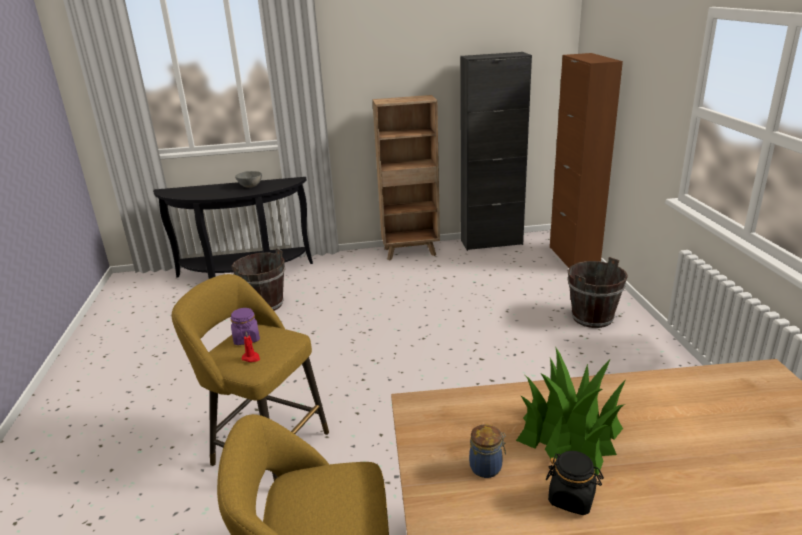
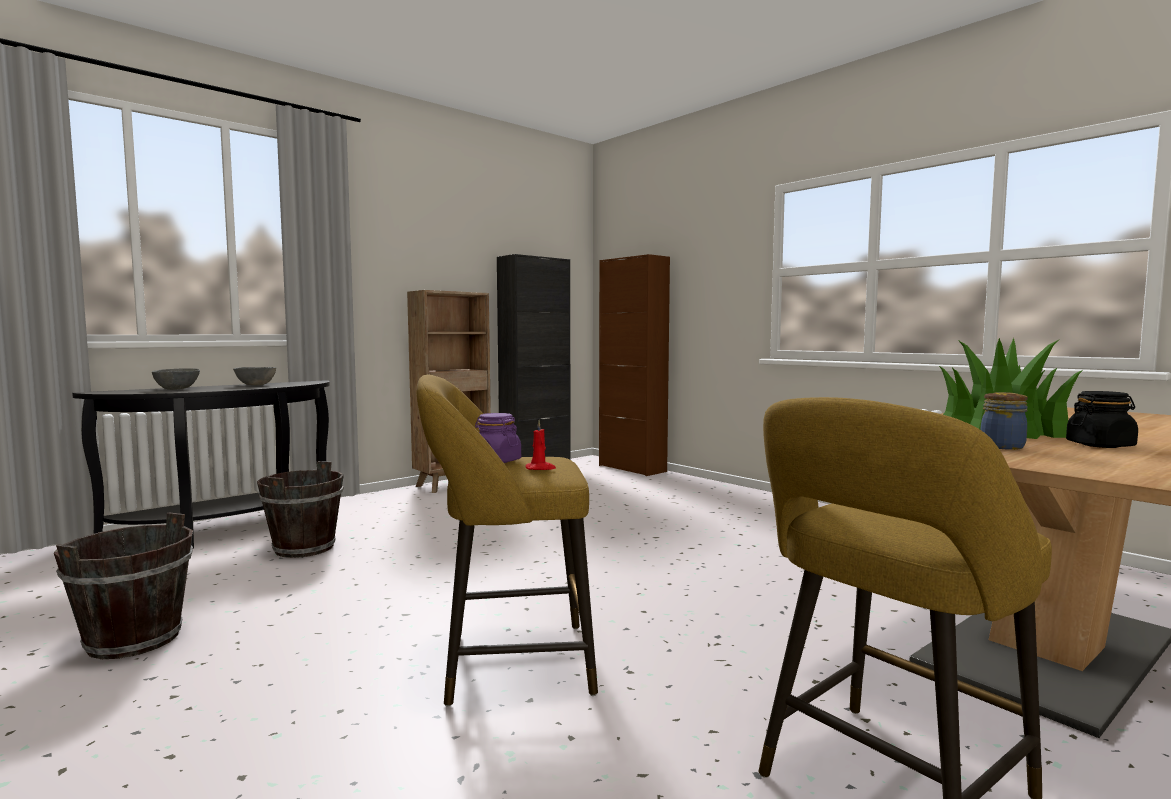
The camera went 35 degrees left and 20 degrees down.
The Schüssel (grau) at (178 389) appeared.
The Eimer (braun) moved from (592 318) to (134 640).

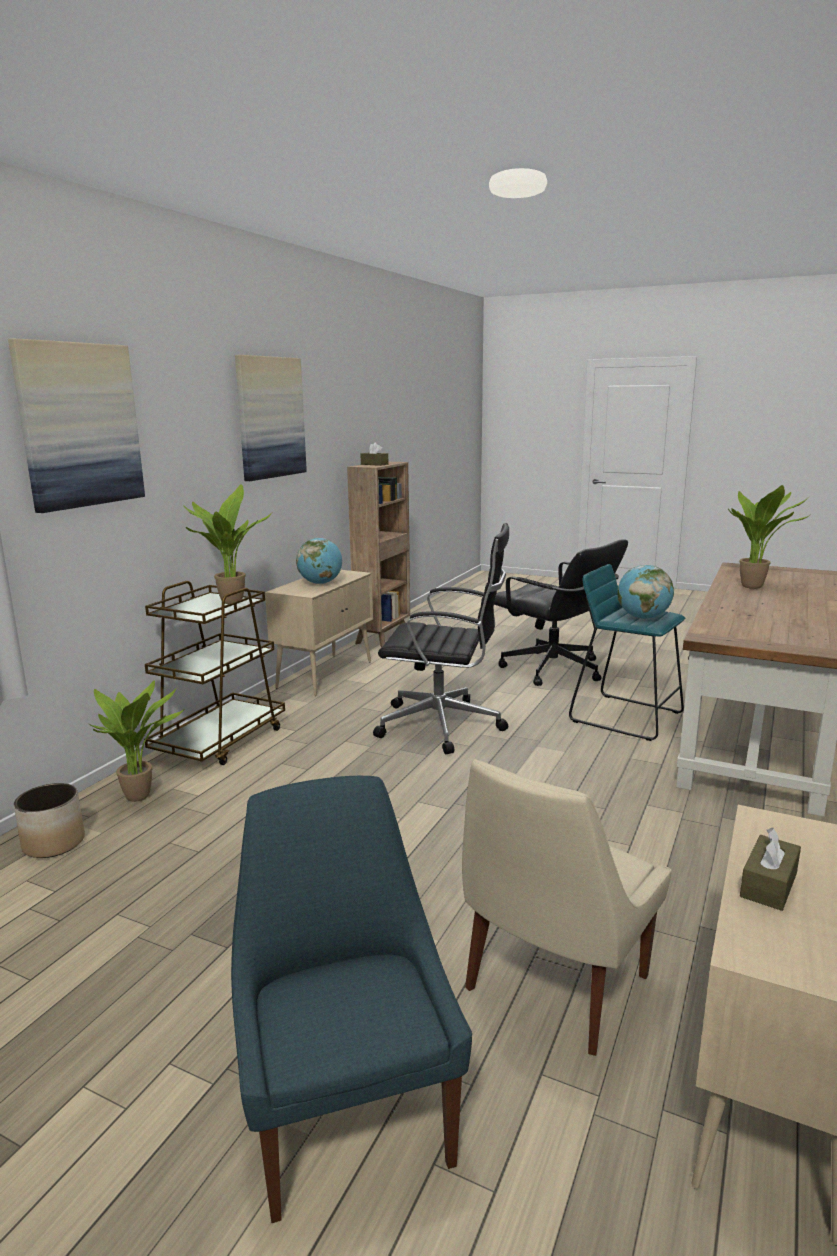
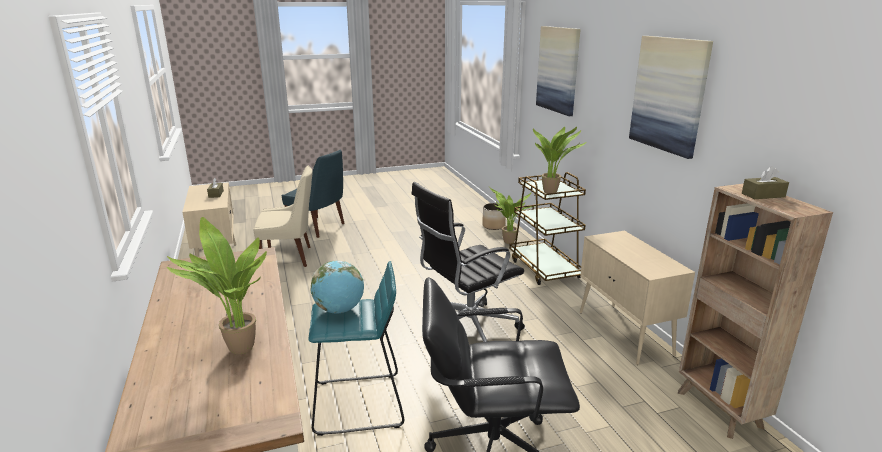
The camera went 135 degrees right and 5 degrees up.
The Globus at (320 583) disappeared.
The Stuhl (beige) at (553 986) turned 90 degrees clockwise.

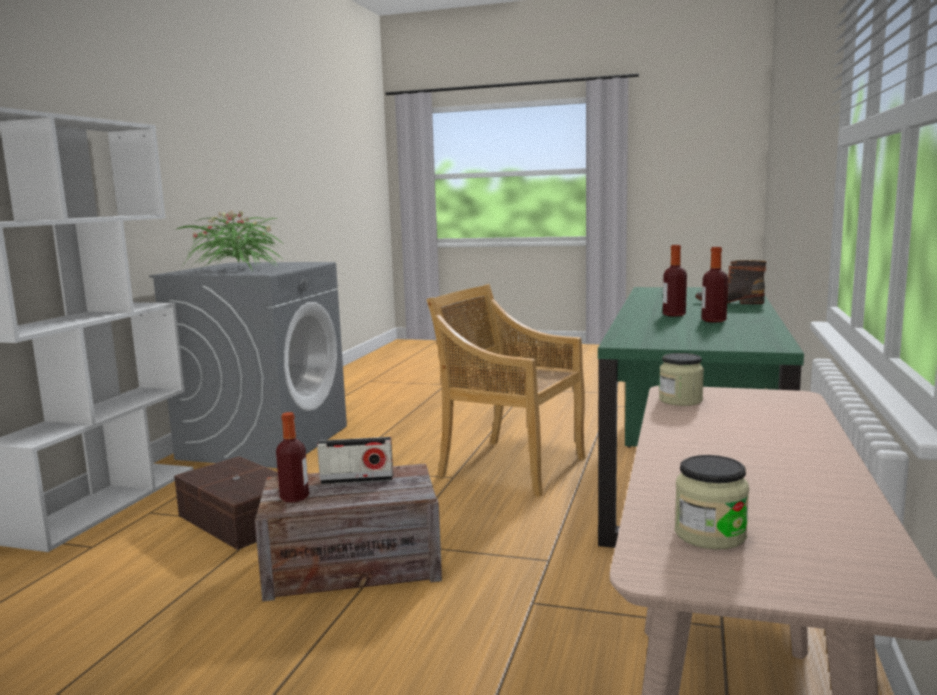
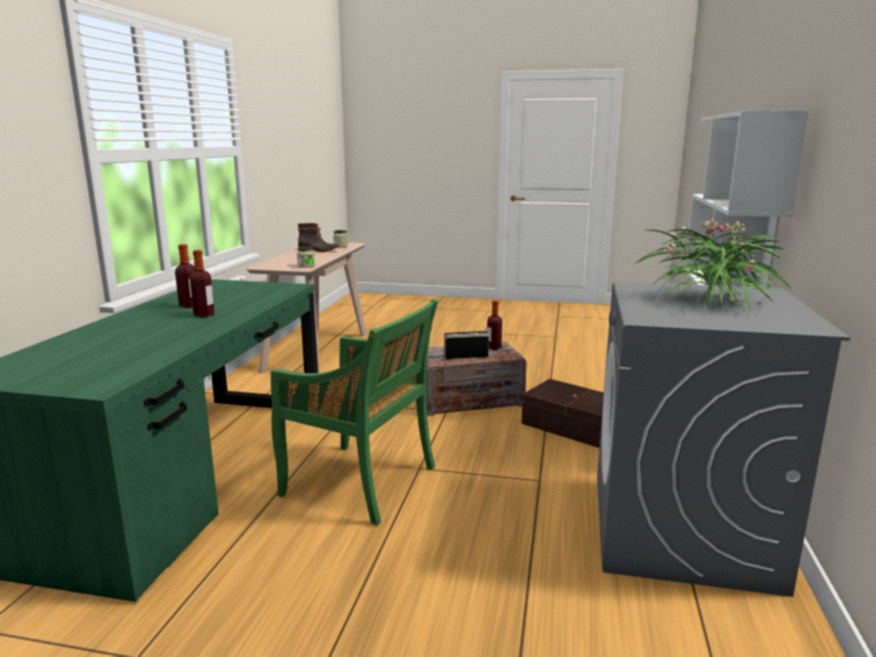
The camera went 175 degrees right and 5 degrees up.
The Stiefel moved from (729 302) to (318 250).
The Stuhl (beige) at (510 466) became the Stuhl (grün) at (361 482).

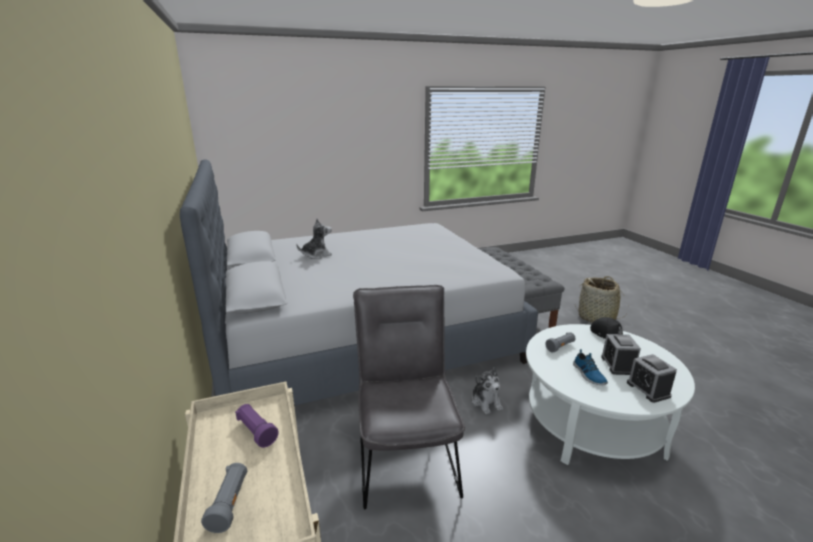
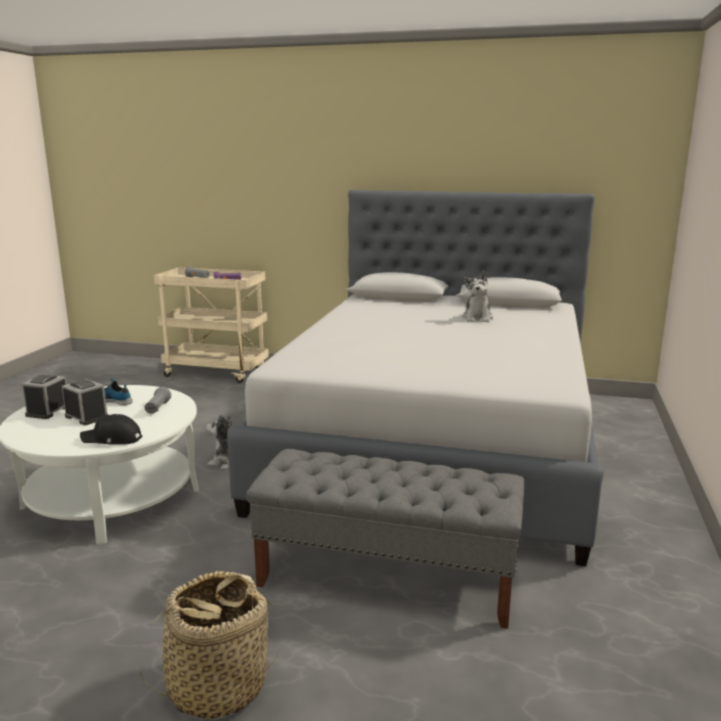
The camera went 125 degrees right and 5 degrees down.
The Stuhl (grau) at (406 454) disappeared.
The Wecker at (648 389) turned 90 degrees counterclockwise.

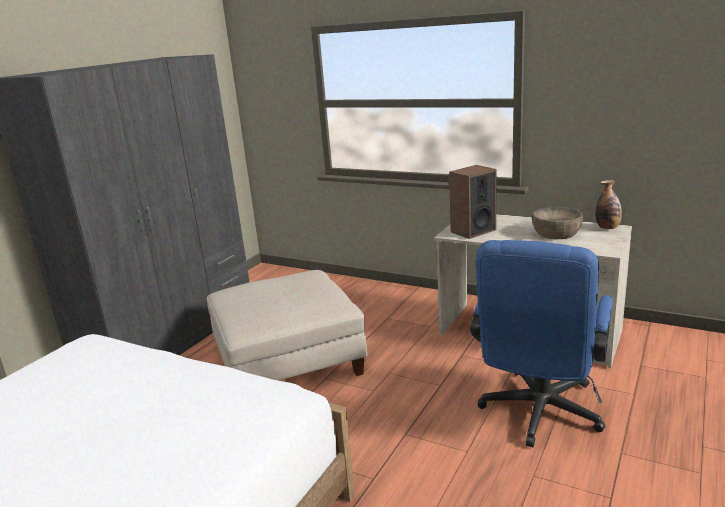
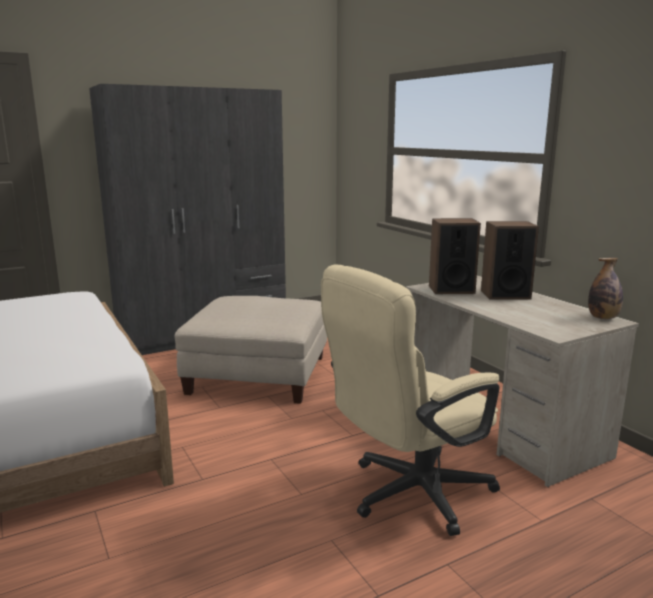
The camera went 30 degrees right and 5 degrees down.
The Schüssel (braun) at (556 233) disappeared.
The Lautsprecher at (505 294) appeared.
The Bürostuhl (blau) at (538 415) became the Bürostuhl (beige) at (408 495).

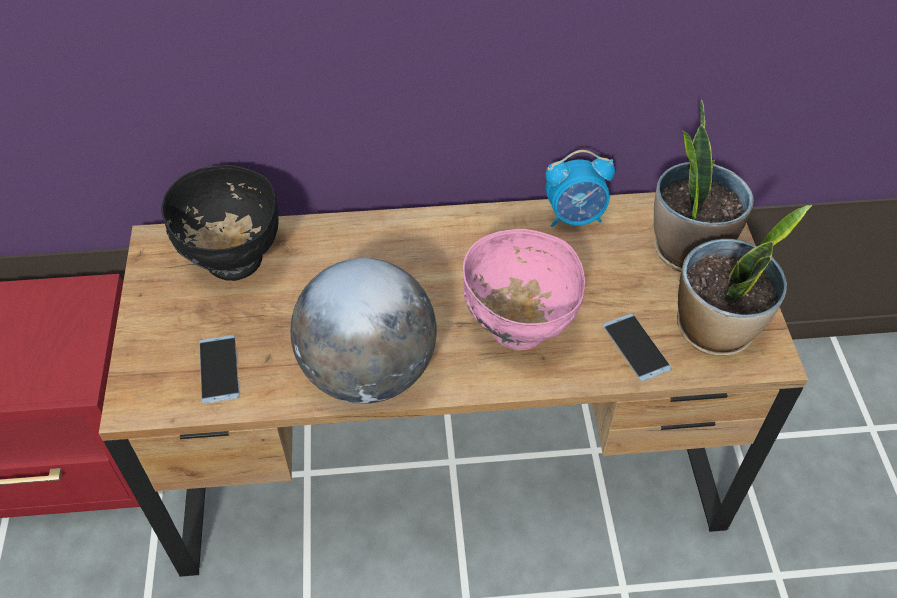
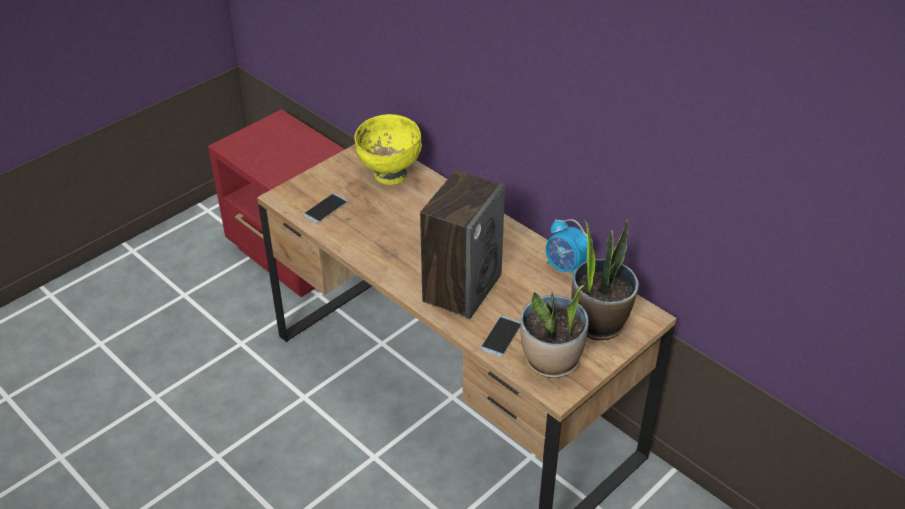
The camera went 50 degrees right and 10 degrees down.
The Globus at (368 371) disappeared.
The Schüssel (rosa) at (518 328) was replaced by the Lautsprecher at (462 287).
The Schüssel (schwarz) at (233 261) became the Schüssel (gelb) at (389 175).

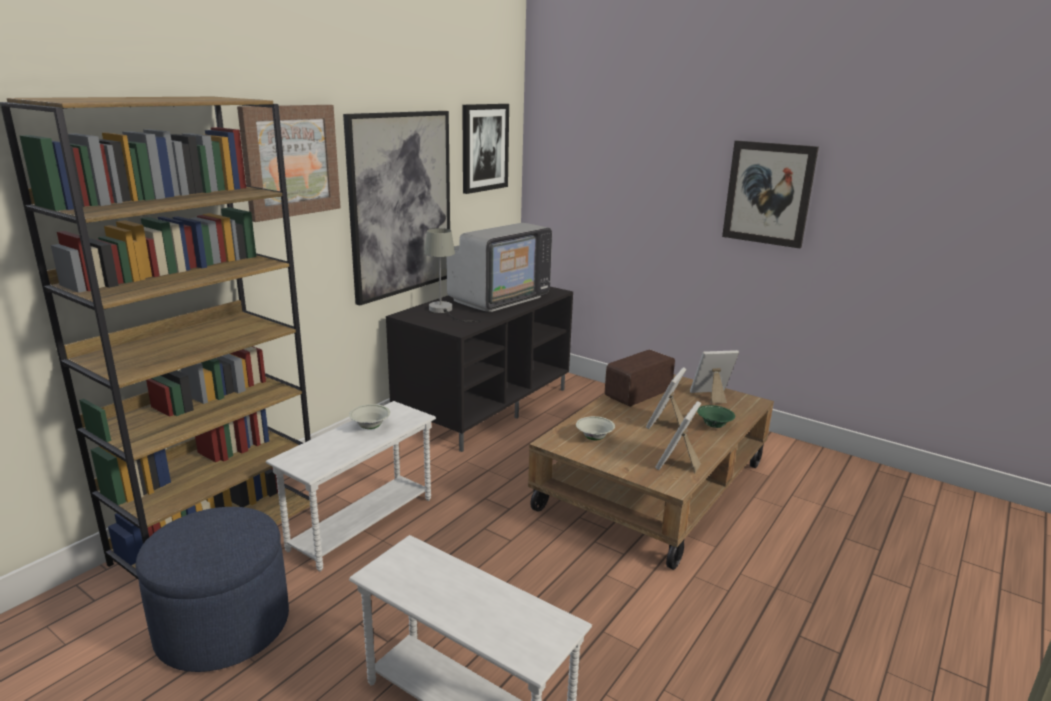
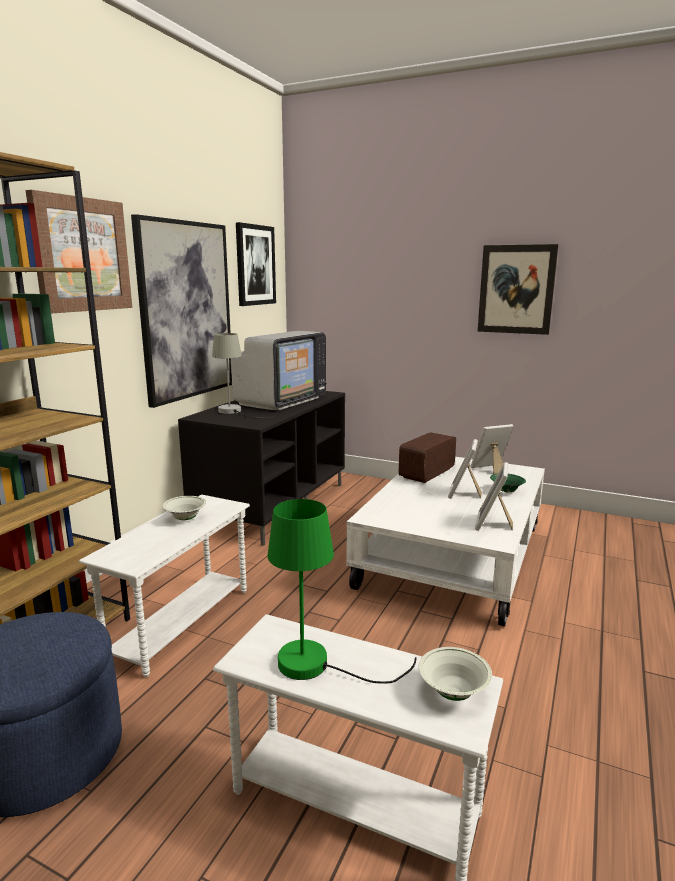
The camera went 10 degrees left and 5 degrees down.
The Tischlampe (grün) at (318 665) appeared.
The Schüssel (weiß) moved from (594 438) to (453 692).
The Couchtisch (braun) at (654 486) became the Couchtisch (weiß) at (454 556).

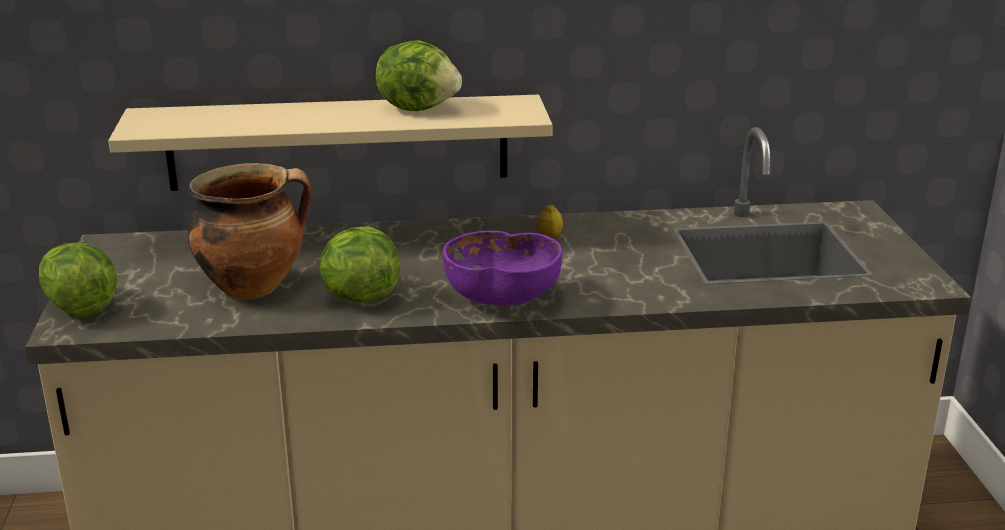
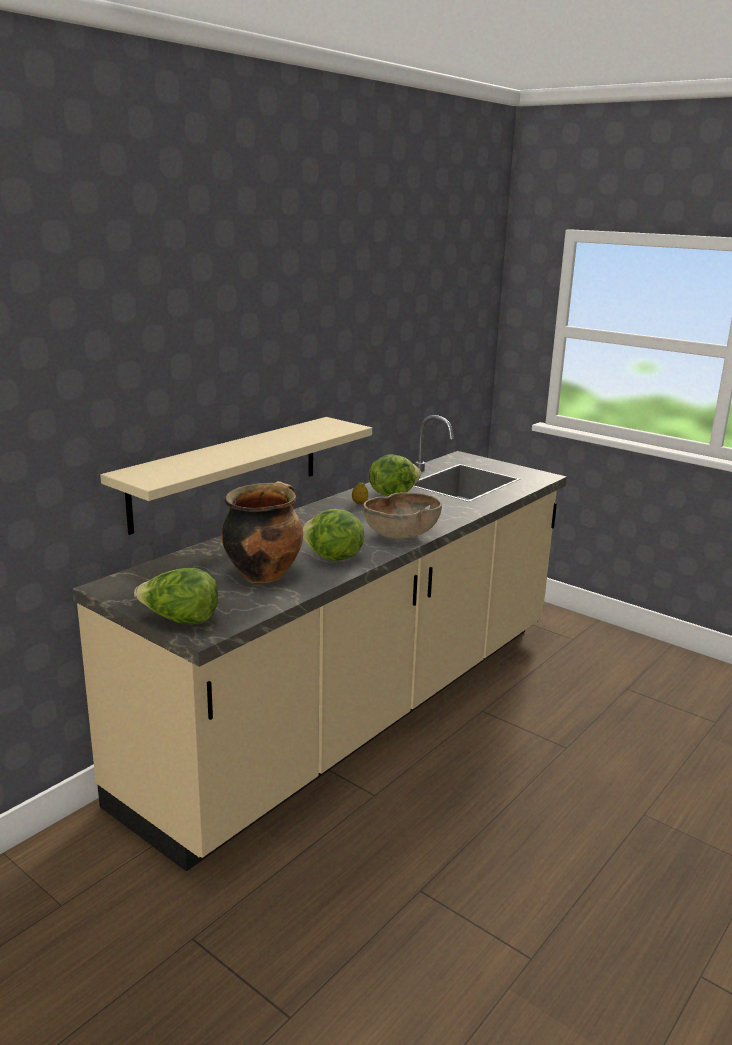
The camera went 45 degrees left and 5 degrees down.
The Salatkopf moved from (419 108) to (392 494).
The Schüssel (lila) at (502 298) became the Schüssel (braun) at (401 535).

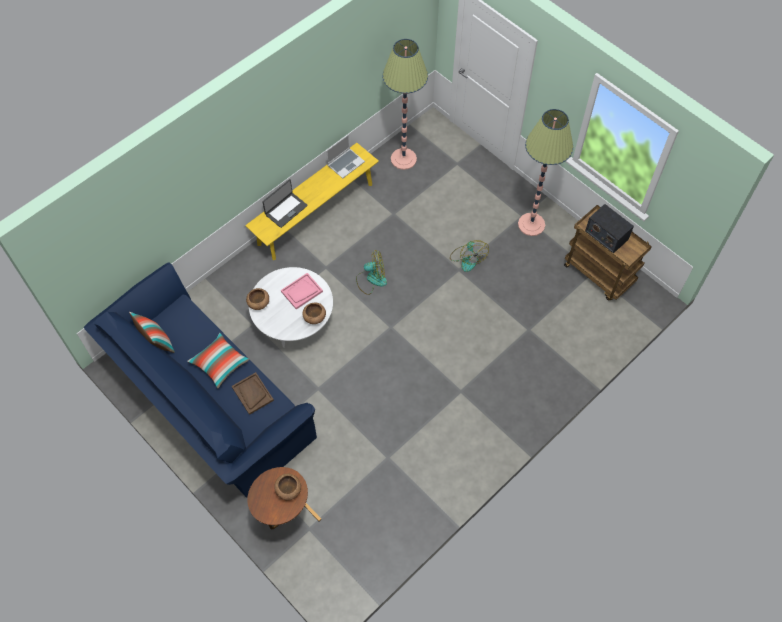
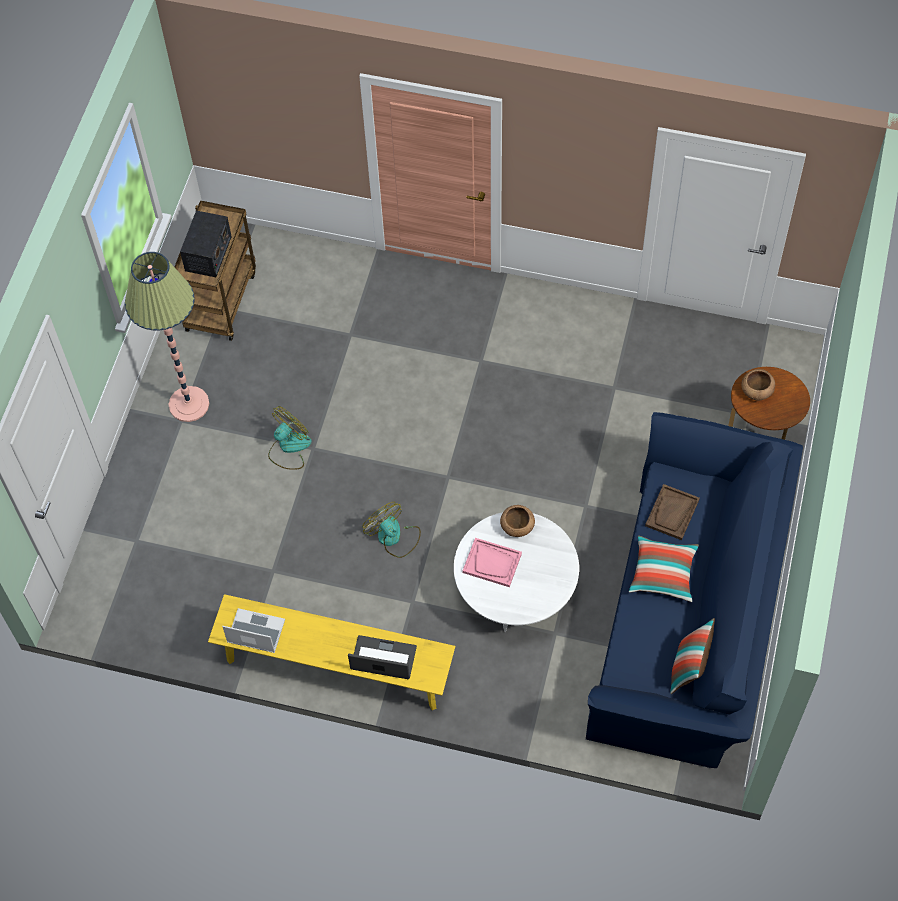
The camera went 120 degrees left and 0 degrees up.
The Schüssel (braun) at (258 303) disappeared.
The Stehlampe at (403 159) disappeared.

